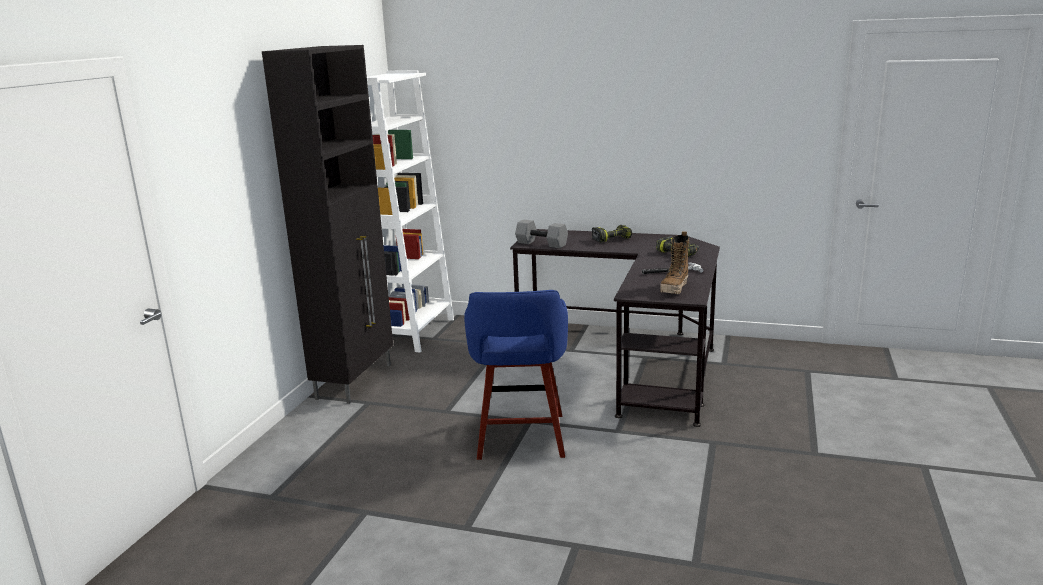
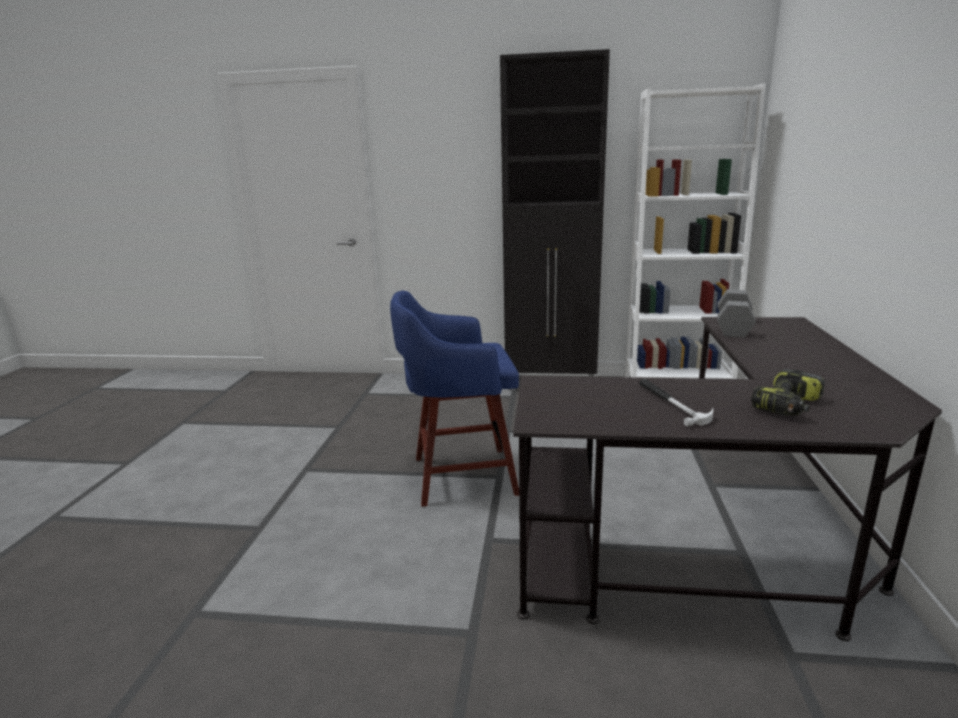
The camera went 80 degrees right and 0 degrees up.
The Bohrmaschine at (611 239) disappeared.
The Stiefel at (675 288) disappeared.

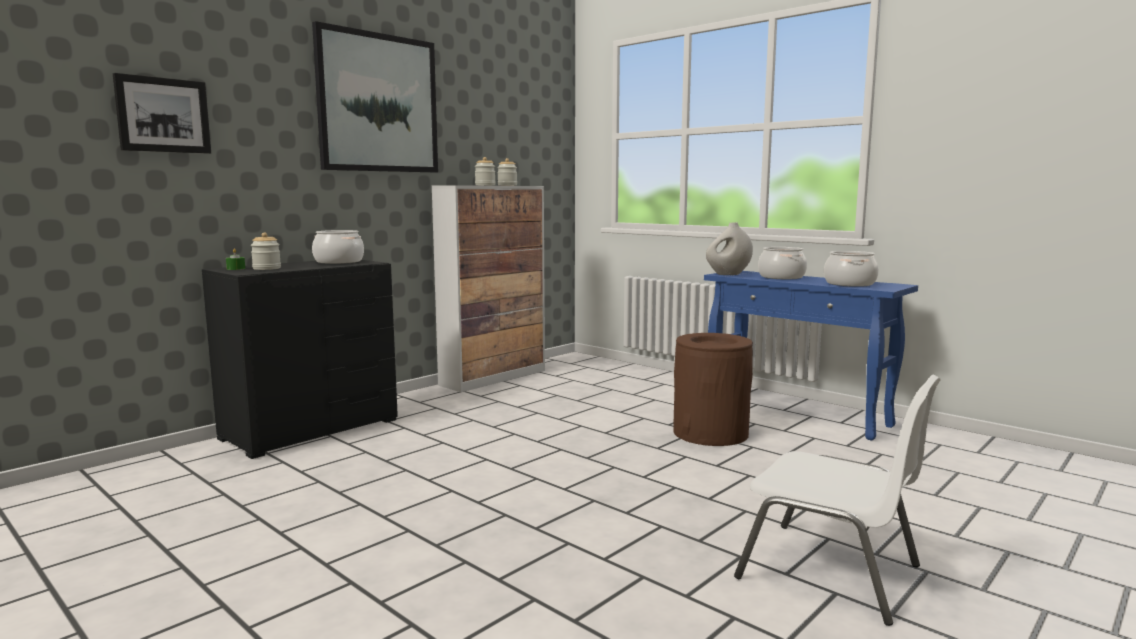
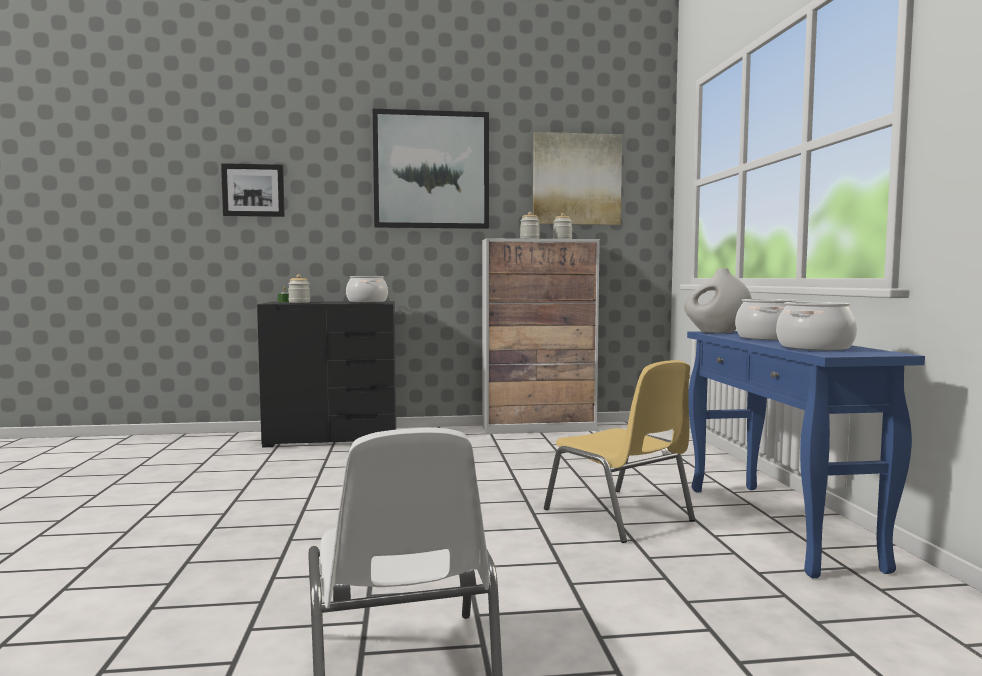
The camera went 40 degrees right and 5 degrees down.
The Bild at (576 179) appeared.
The Mülleimer (braun) at (710 433) was replaced by the Stuhl (gelb) at (620 516).

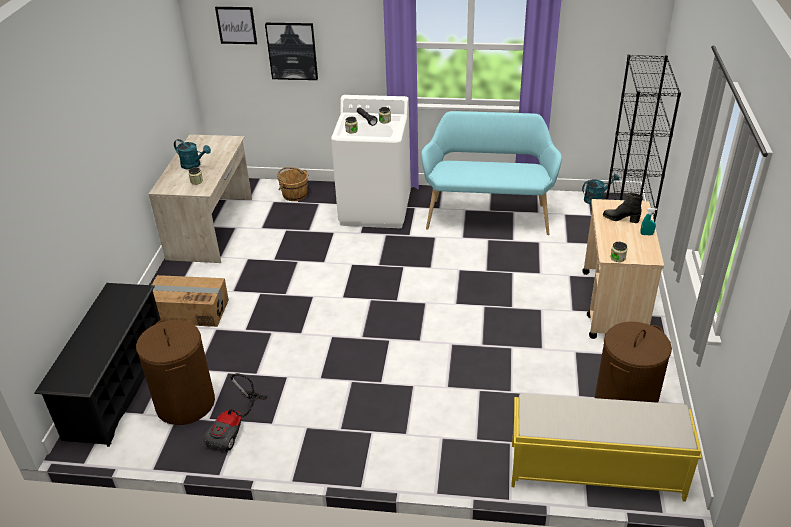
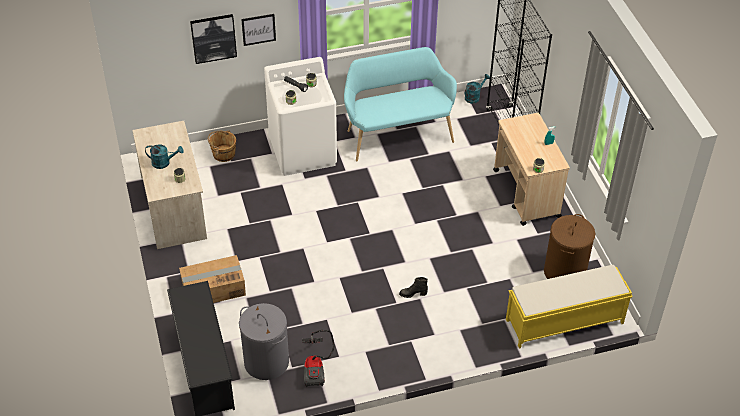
The camera went 25 degrees left and 10 degrees up.
The Bild moved from (236 25) to (258 29).
The Stiefel (schwarz) moved from (620 219) to (413 294).
The Wäschekorb (braun) at (185 403) became the Wäschekorb (grau) at (266 362).

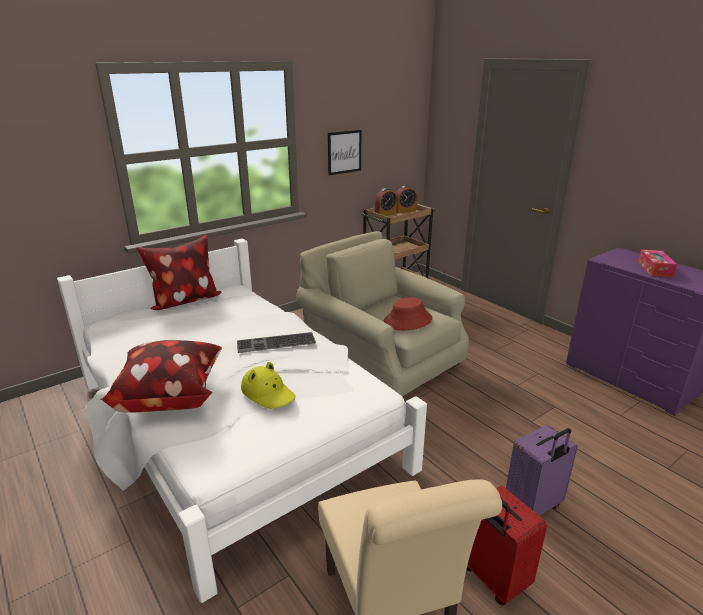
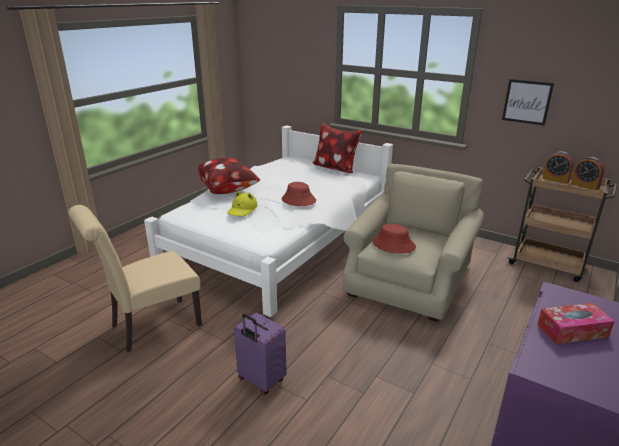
The camera went 70 degrees right and 0 degrees up.
The Koffer (rot) at (494 579) disappeared.
The Tastatur at (275 343) was replaced by the Hut (rot) at (298 200).

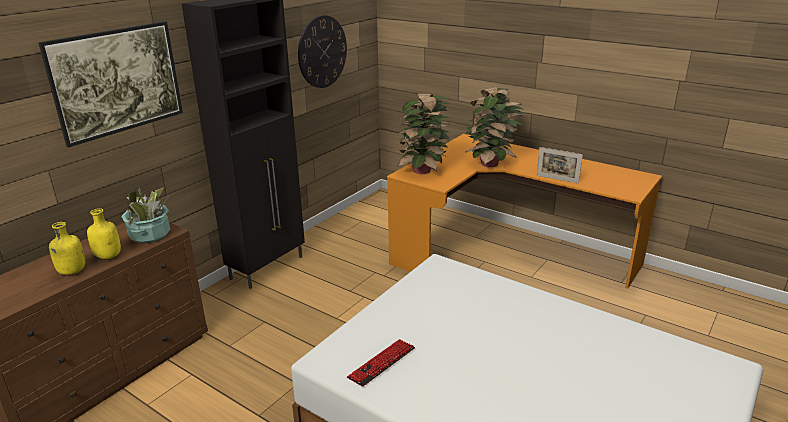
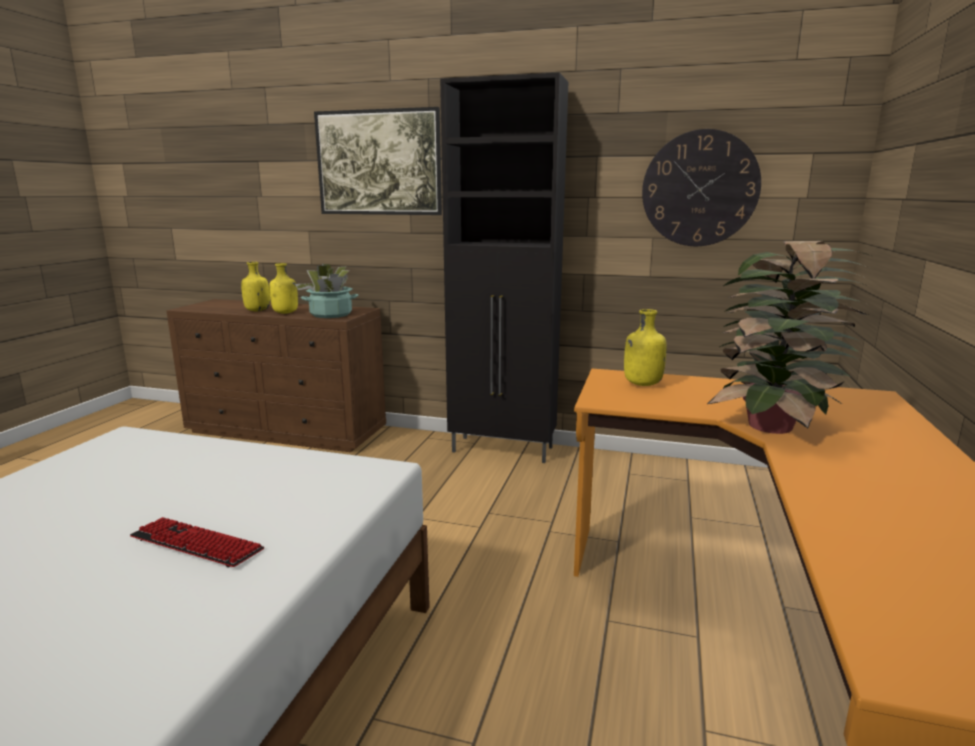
The camera went 70 degrees right and 10 degrees down.
The Bilderrahmen at (557 179) disappeared.
The Tastatur moved from (381 363) to (196 544).
The Topfpflanze at (423 171) was replaced by the Flasche (gelb) at (641 384).

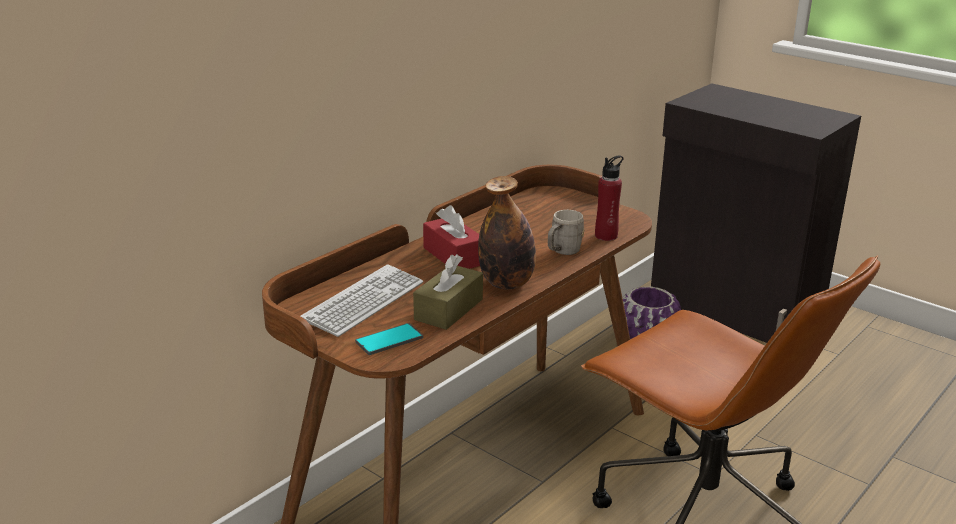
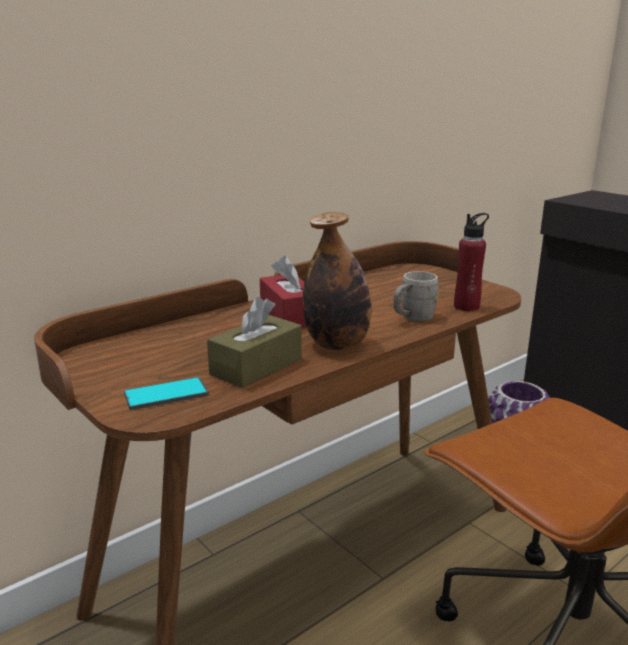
The camera went 10 degrees right and 5 degrees down.
The Tastatur at (364 302) disappeared.

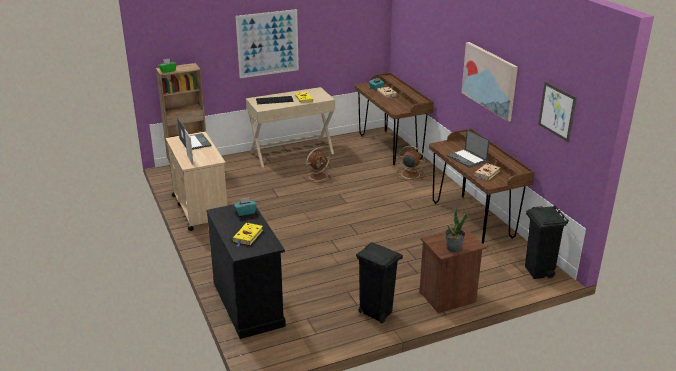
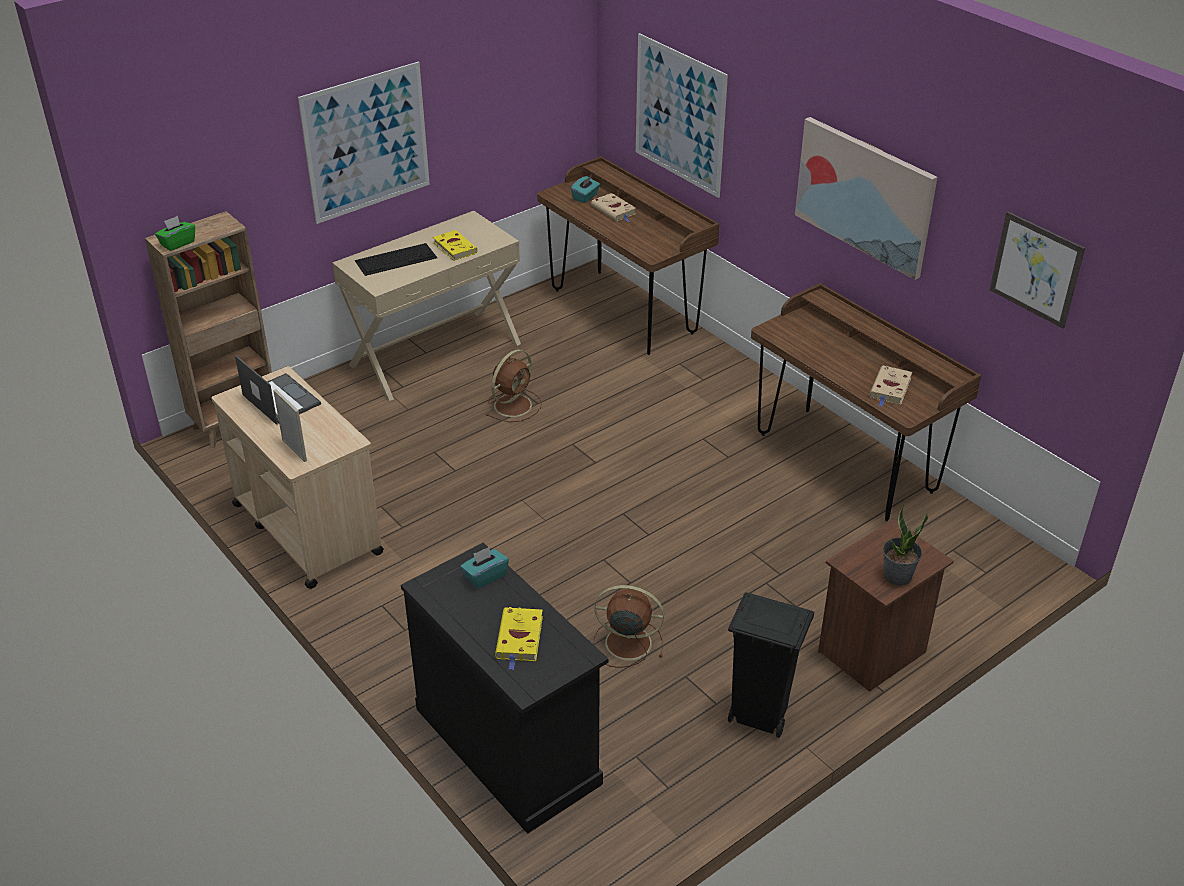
The camera went 15 degrees left and 10 degrees up.
The Laptop at (467 158) disappeared.
The Mülleimer (schwarz) at (538 272) disappeared.
The Bild at (679 115) appeared.
The Ventilator (braun) moved from (409 174) to (626 643).

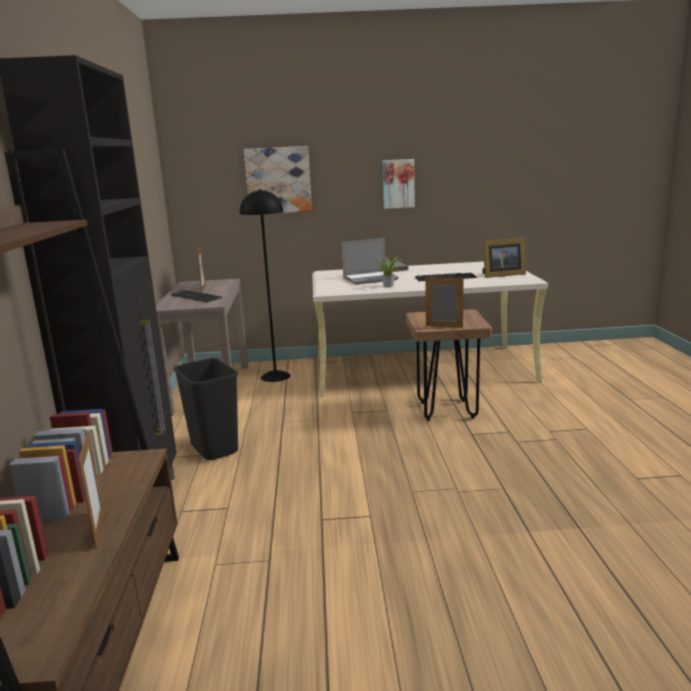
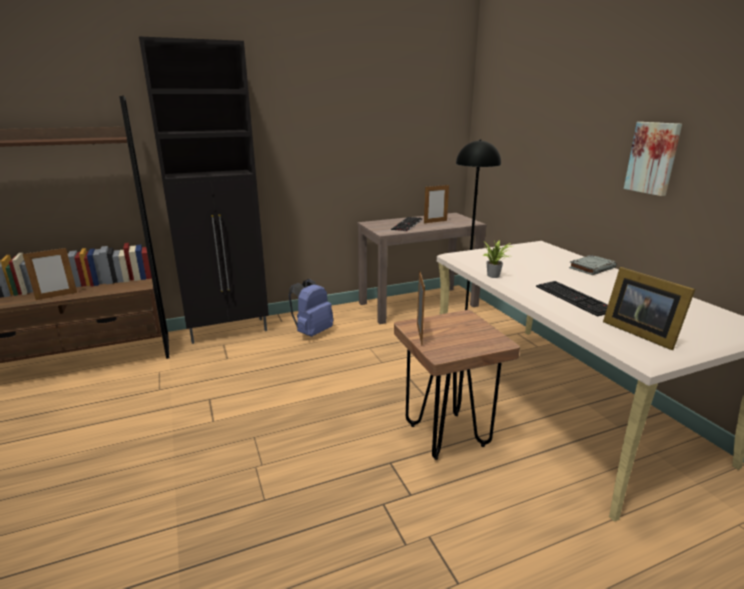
The camera went 70 degrees right and 5 degrees up.
The Bild at (278 180) disappeared.
The Laptop at (370 279) disappeared.
The Mülleimer (schwarz) at (213 449) was replaced by the Rucksack (blau) at (312 332).

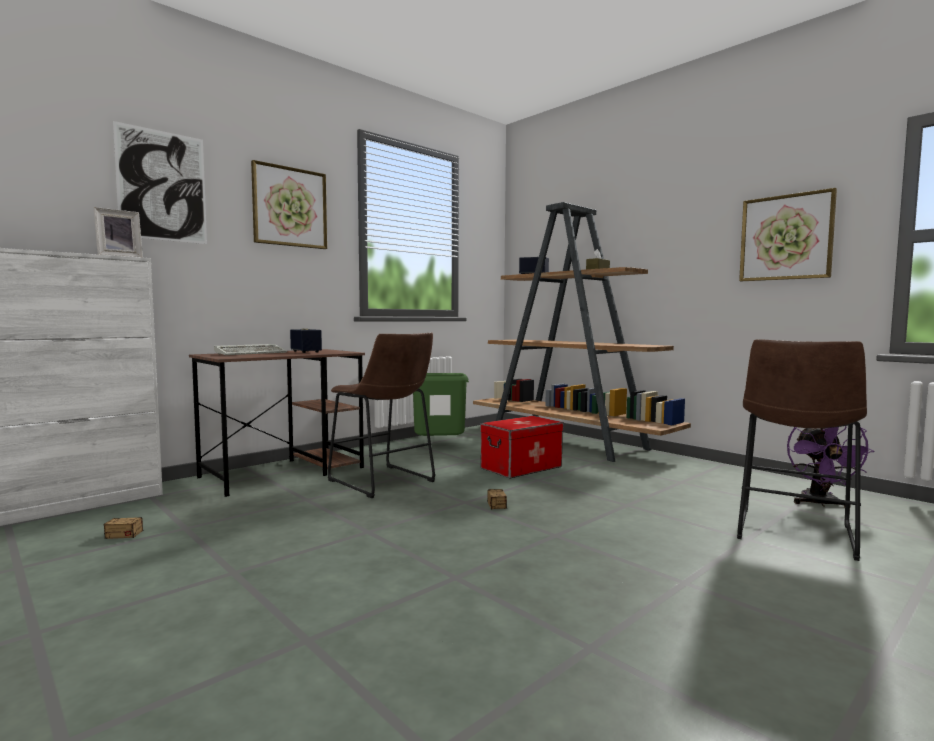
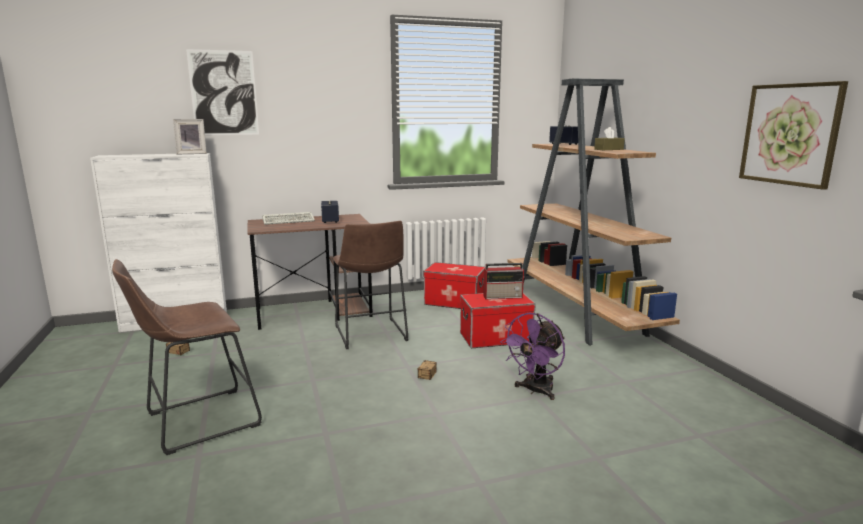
The camera went 25 degrees right and 10 degrees up.
The Bild at (290 207) disappeared.
The Radio at (503 296) appeared.
The Hocker (braun) moved from (793 534) to (196 421).
The Ventilator (lila) moved from (820 504) to (535 391).
The Mülleimer (grün) at (439 446) was replaced by the Aufbewahrungsbox at (454 302).

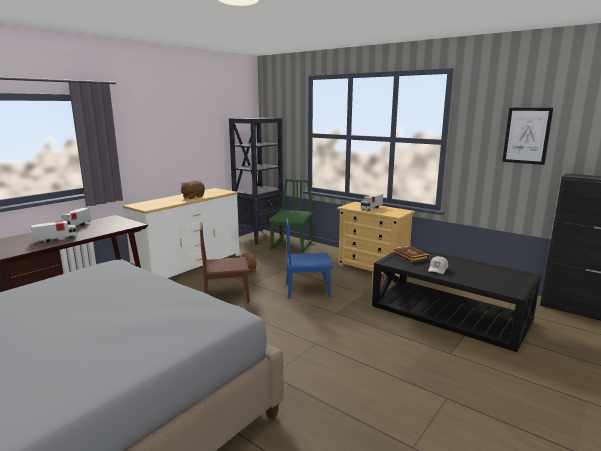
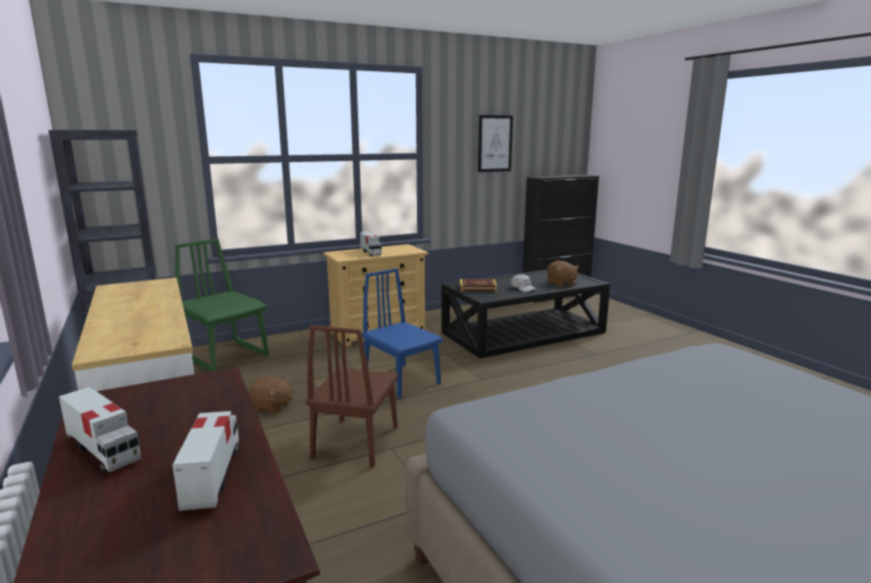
The camera went 65 degrees left and 0 degrees up.
The Plüschtier (braun) moved from (193 197) to (561 284).
The Stuhl (blau) at (308 290) turned 120 degrees clockwise.

